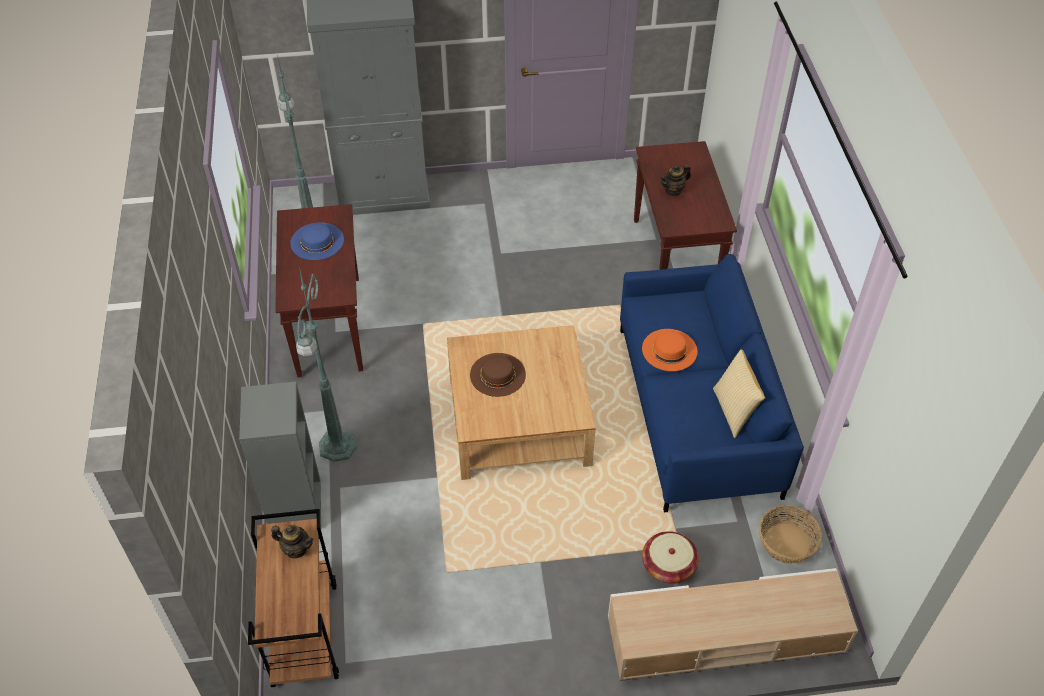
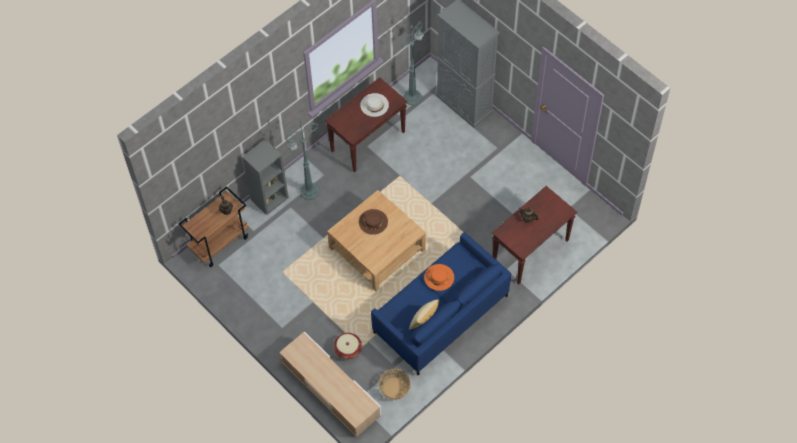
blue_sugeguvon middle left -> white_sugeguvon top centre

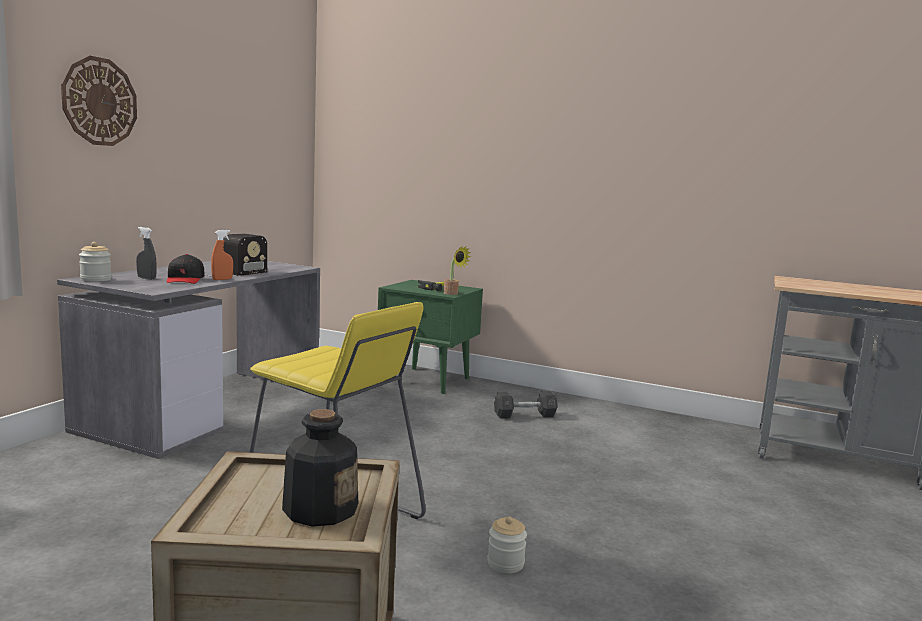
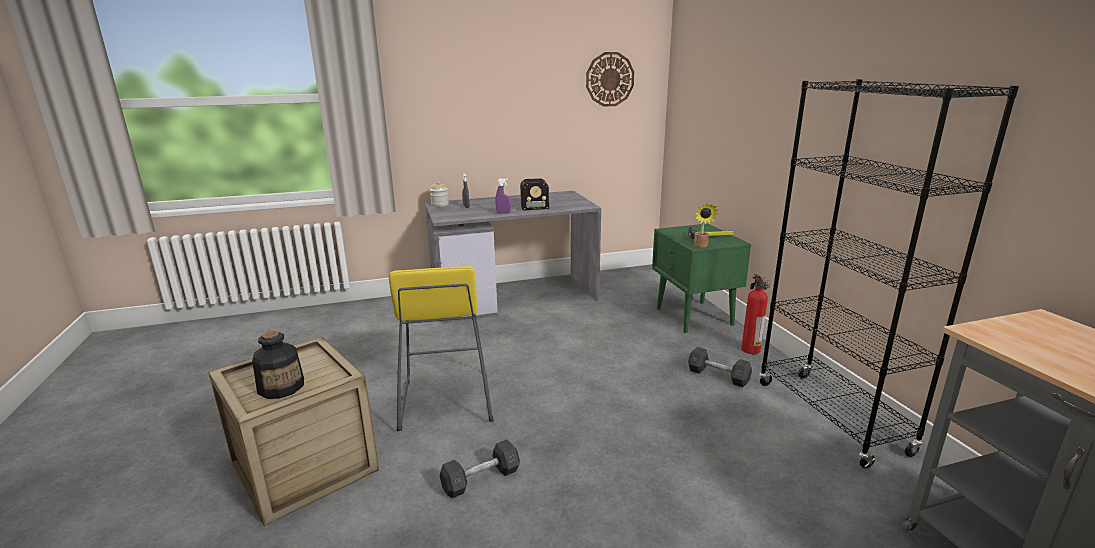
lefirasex top left -> lefirasex top centre, relocated
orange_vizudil middle left -> purple_vizudil centre
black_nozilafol middle left -> none
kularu (no. 2 from left) bottom centre -> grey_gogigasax (no. 1 from left) bottom centre
none -> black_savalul middle right
none -> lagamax middle right

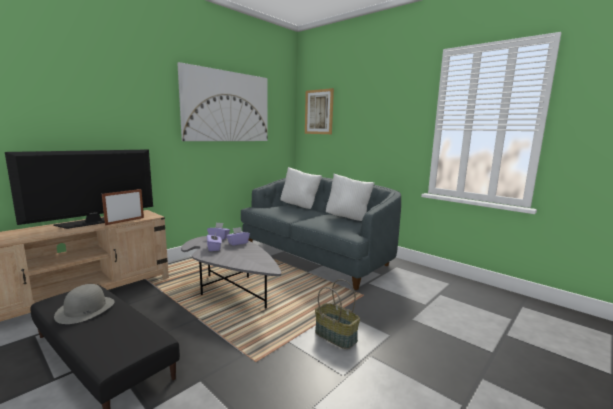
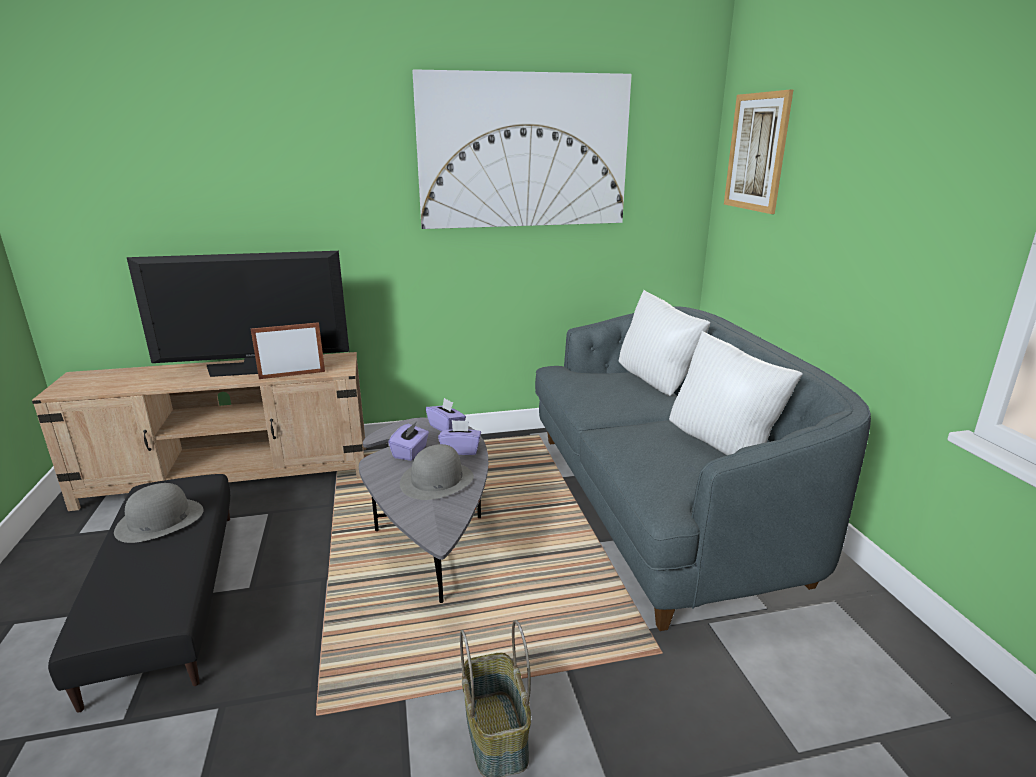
none -> grey_sugeguvon (no. 2 from left) centre

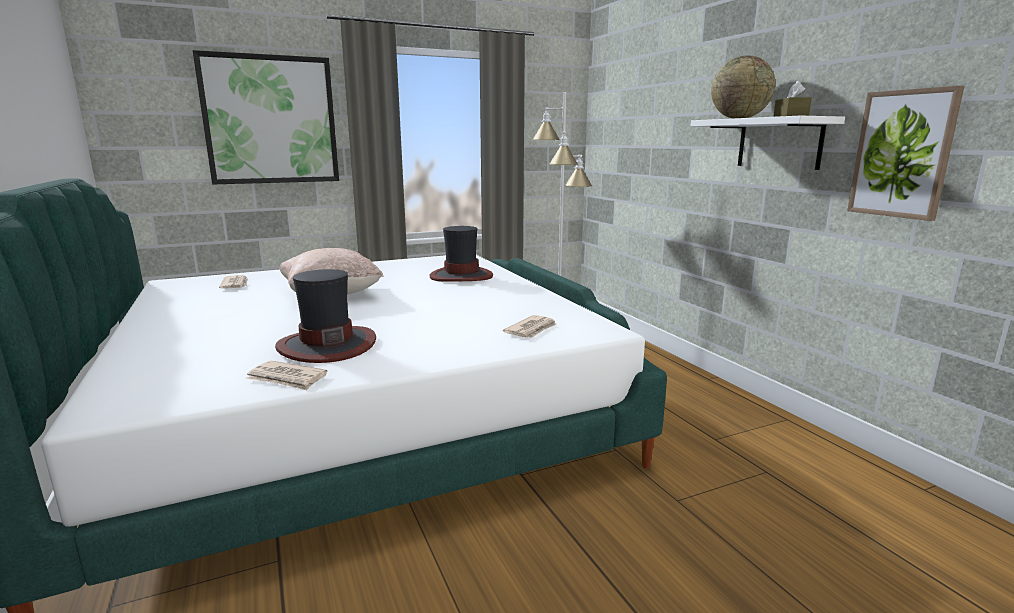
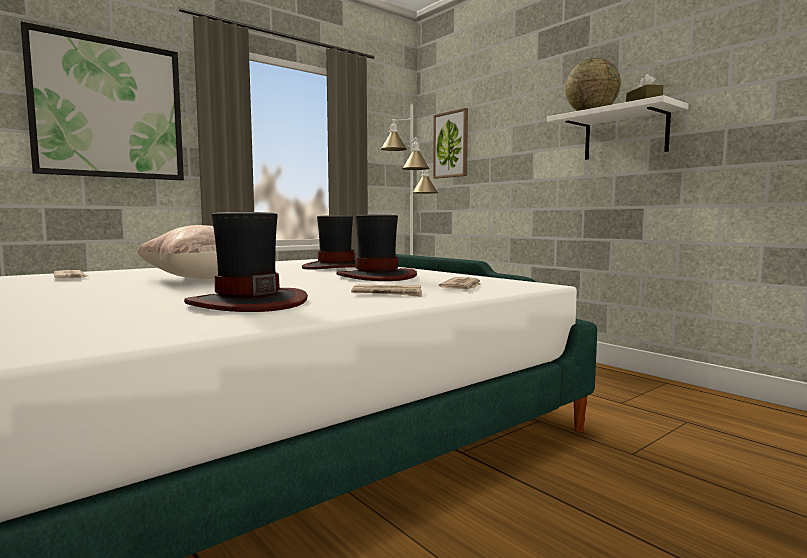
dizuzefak (no. 2 from left) top right -> dizuzefak (no. 2 from left) top centre, relocated
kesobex (no. 2 from left) middle left -> kesobex (no. 2 from left) centre, relocated
none -> sugeguvon (no. 3 from left) centre

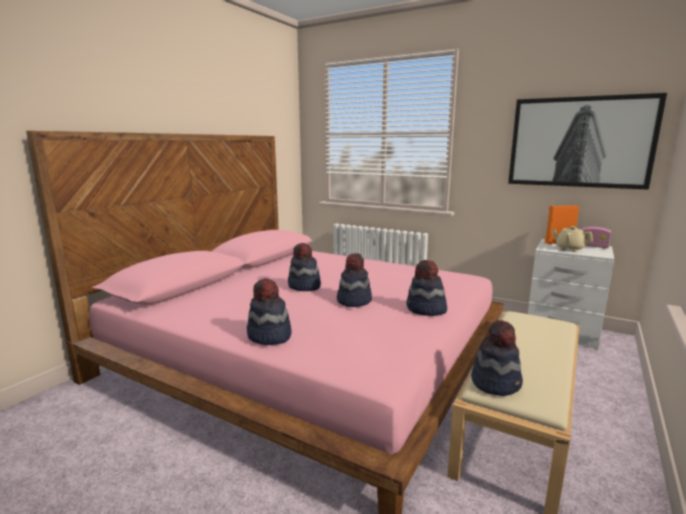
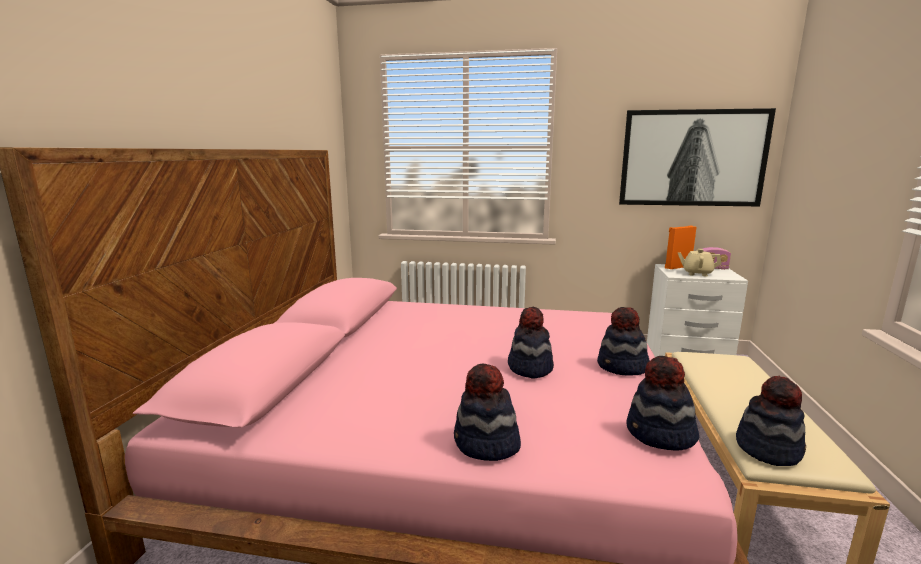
sugeguvon (no. 2 from left in the first image) centre -> sugeguvon (no. 4 from left) bottom right, relocated

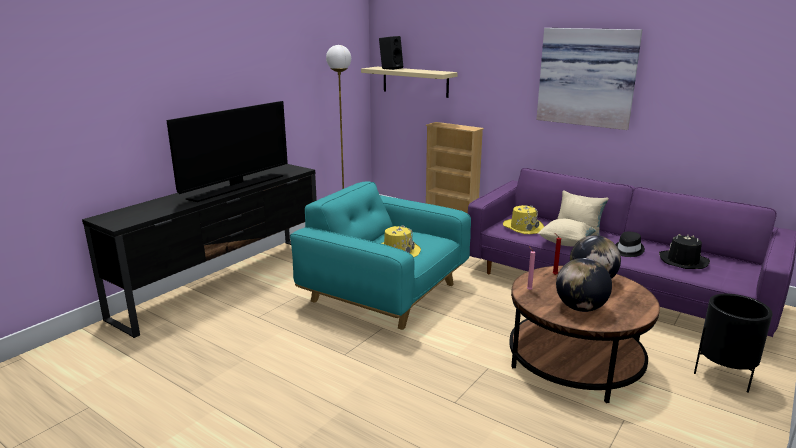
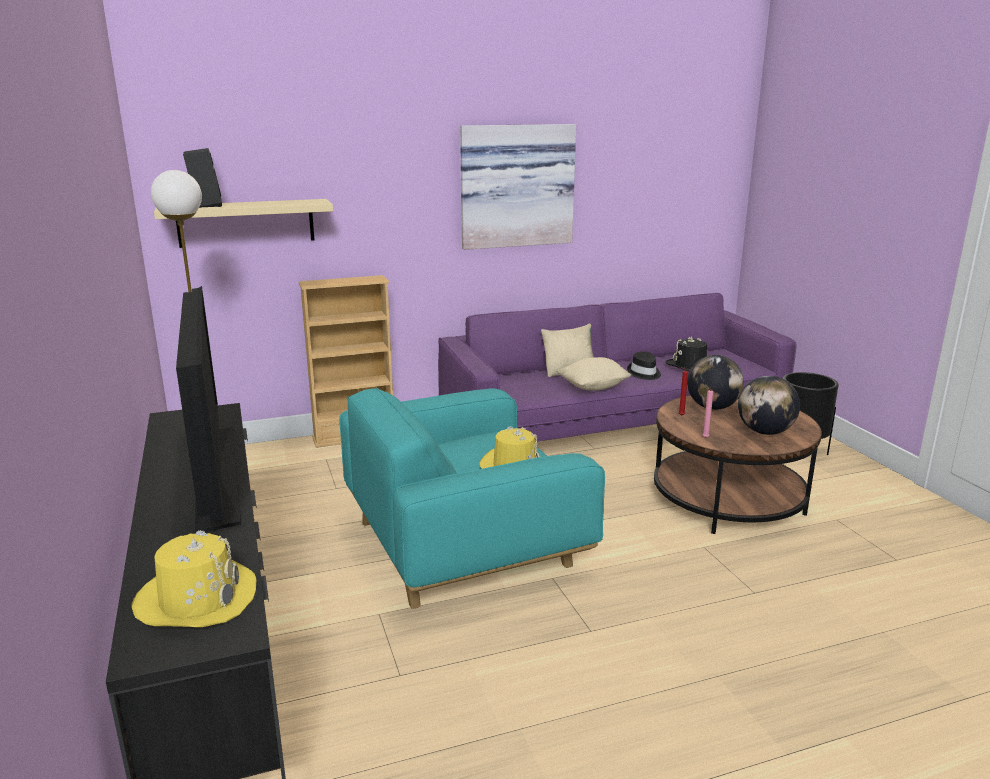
yellow_sugeguvon (no. 2 from left in the first image) centre -> yellow_sugeguvon (no. 1 from left) bottom left, relocated

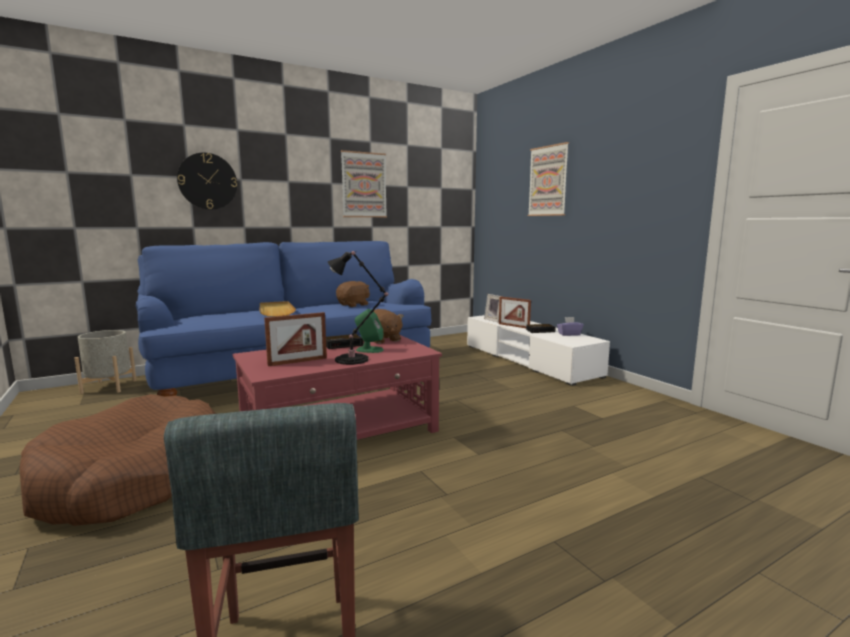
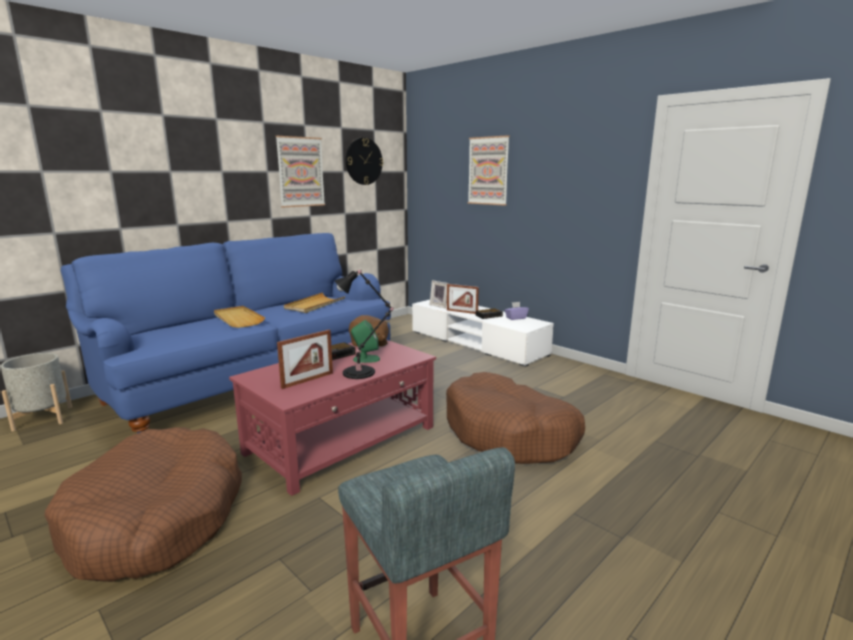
lefirasex top left -> lefirasex top centre, relocated
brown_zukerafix (no. 1 from left) centre -> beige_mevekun (no. 2 from left) centre
none -> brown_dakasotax (no. 2 from left) centre

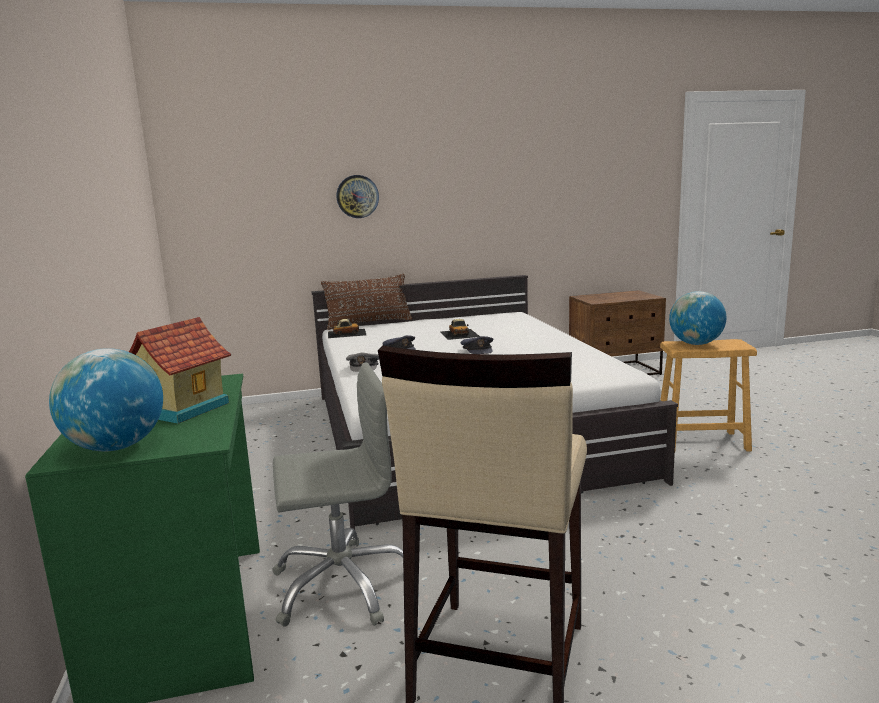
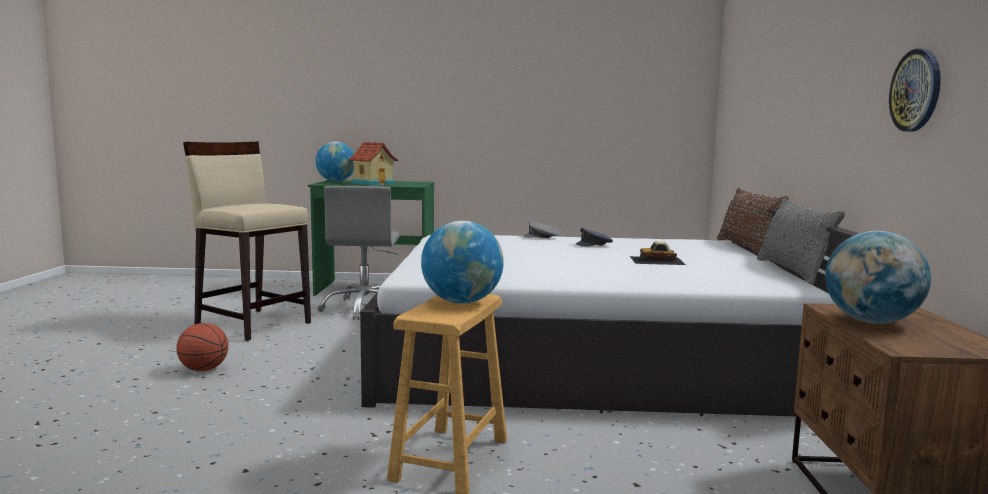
lefirasex top centre -> lefirasex top right, relocated
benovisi (no. 1 from left) centre -> none
grey_nozilafol (no. 3 from left) centre -> none
none -> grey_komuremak middle right
none -> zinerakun (no. 3 from left) middle right
none -> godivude bottom left

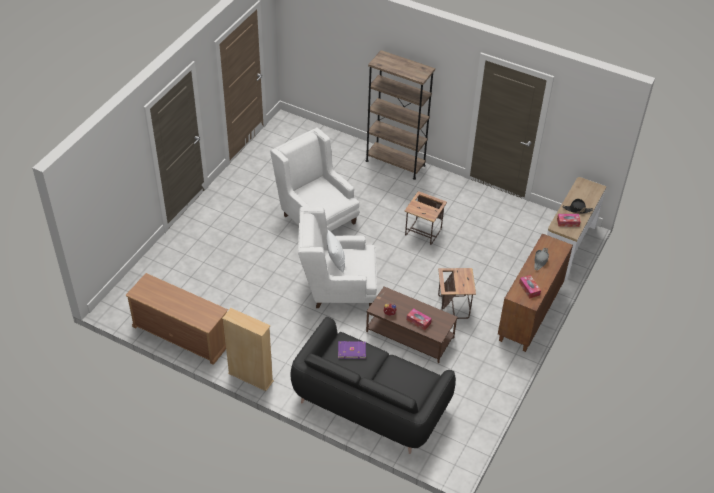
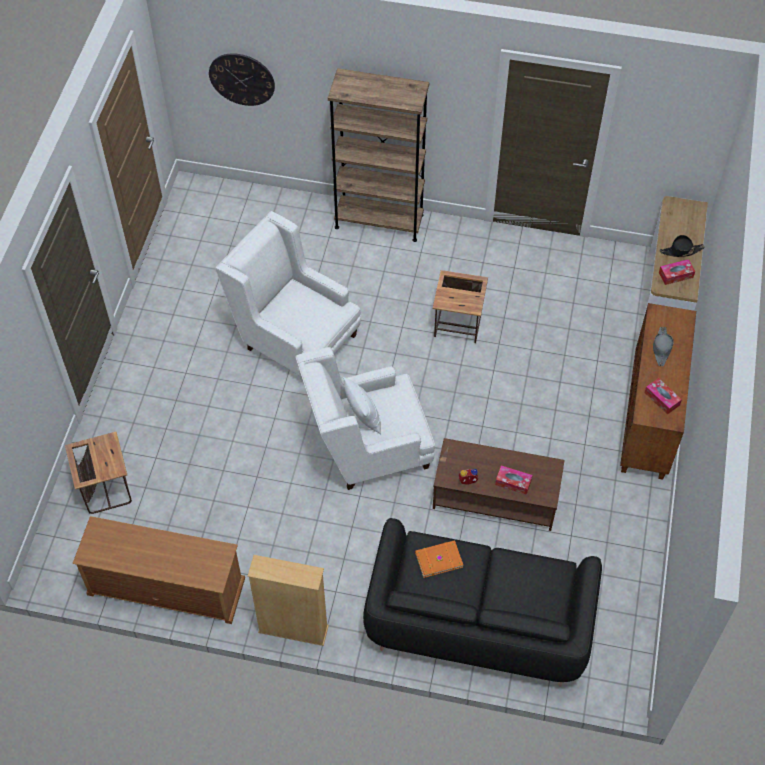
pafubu (no. 2 from left in the first image) centre -> pafubu (no. 1 from left) middle left, relocated
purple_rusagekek bottom centre -> orange_rusagekek bottom centre
none -> lefirasex top left

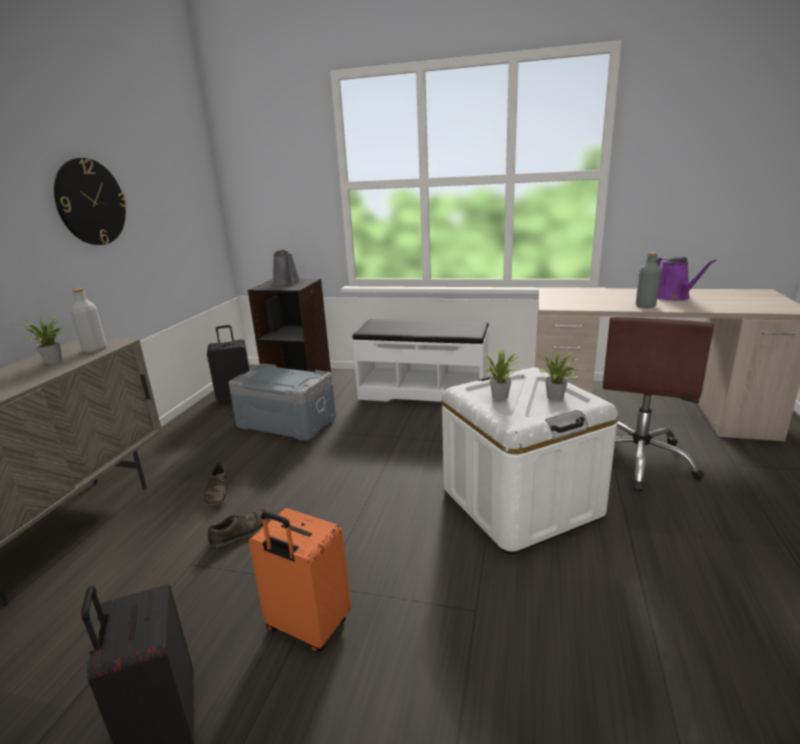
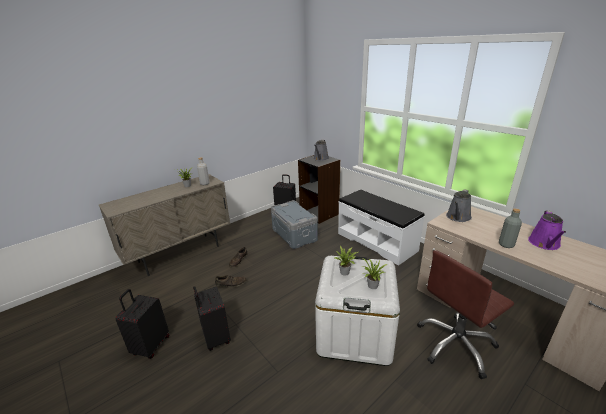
lefirasex top left -> none
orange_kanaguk bottom centre -> black_kanaguk (no. 2 from left) bottom centre
none -> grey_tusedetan (no. 2 from left) middle right

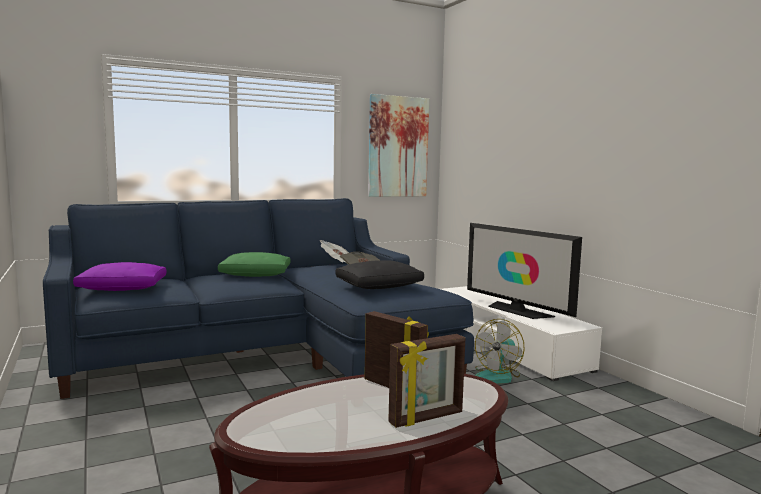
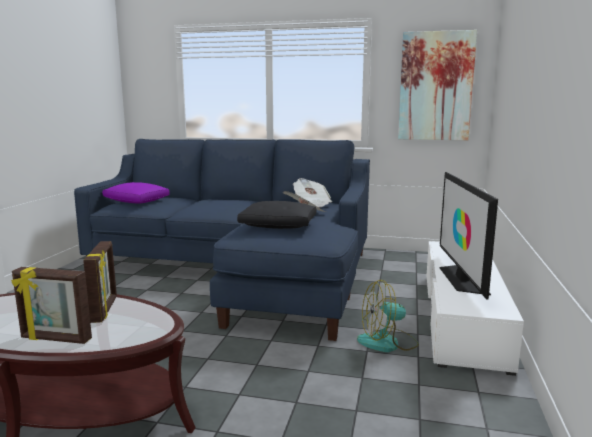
green_komuremak centre -> none

